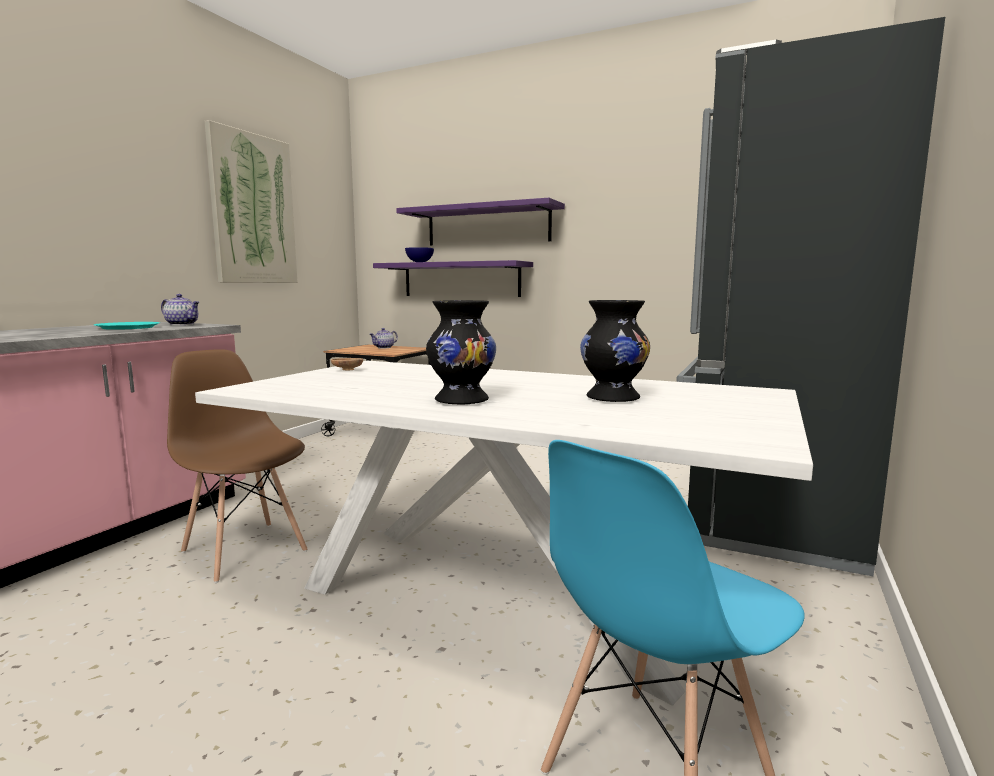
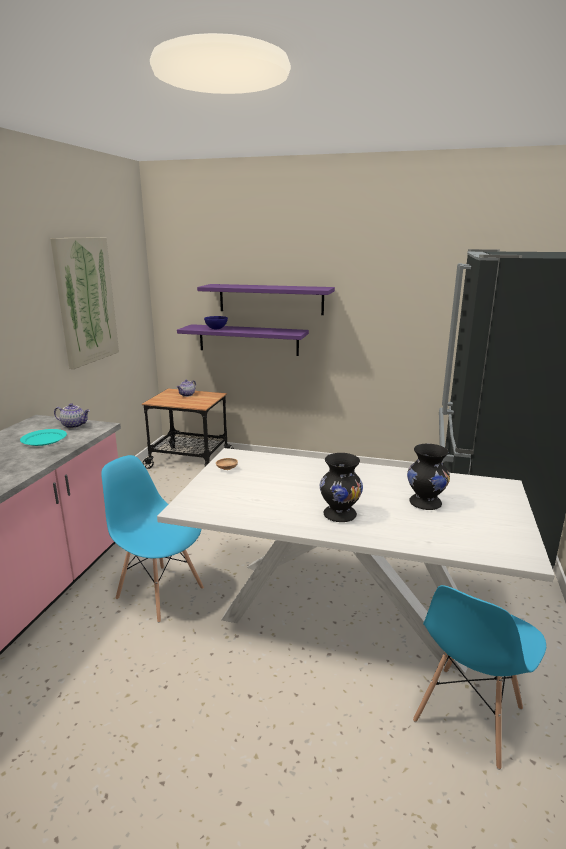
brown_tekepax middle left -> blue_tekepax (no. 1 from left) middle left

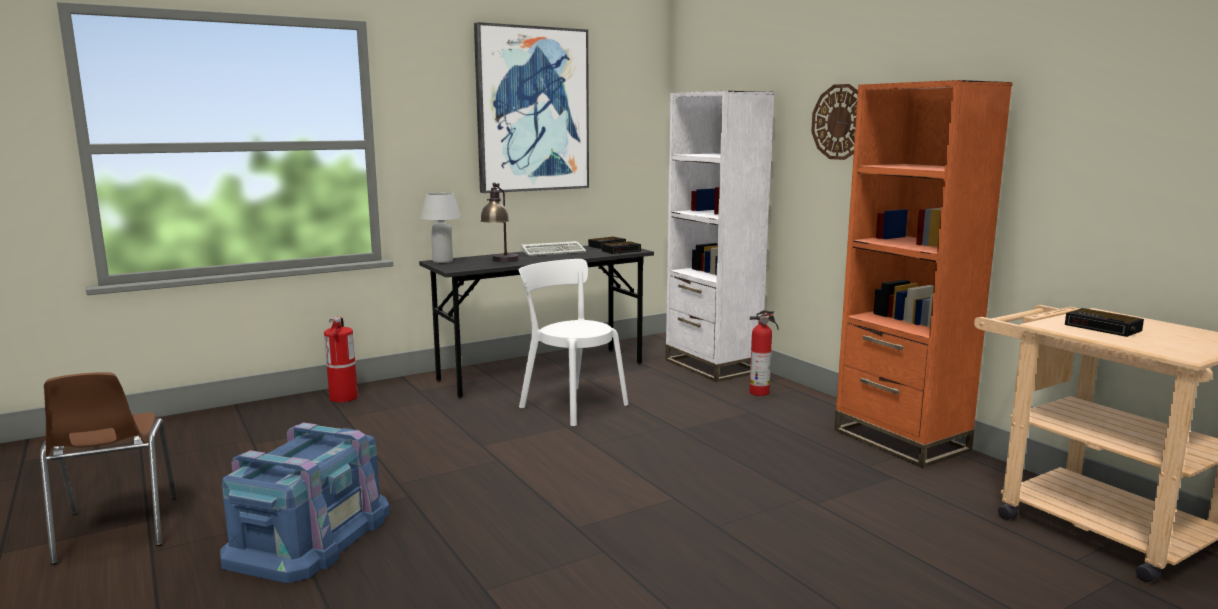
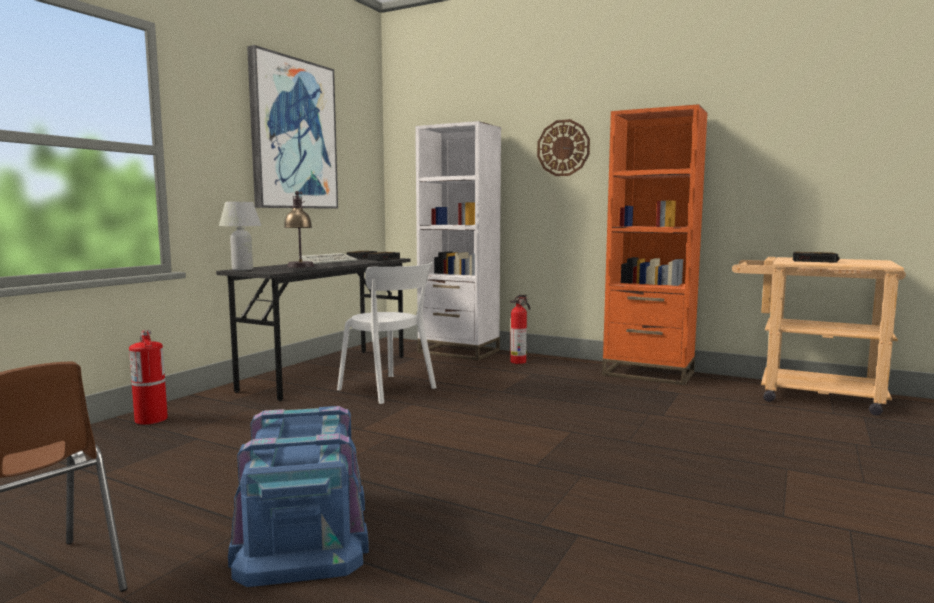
white_tekepax centre, 150 degrees counterclockwise

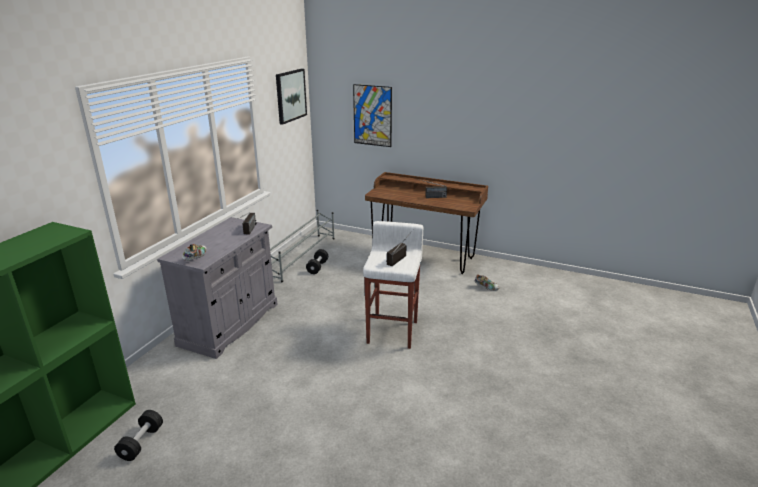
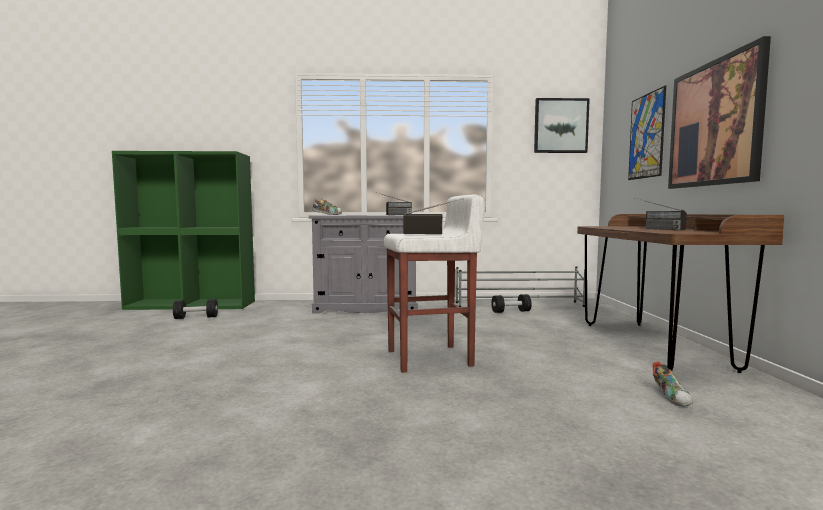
none -> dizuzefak (no. 3 from left) top right

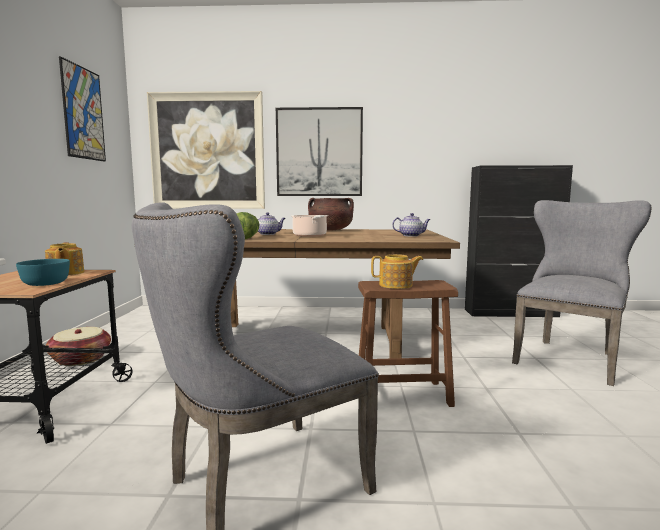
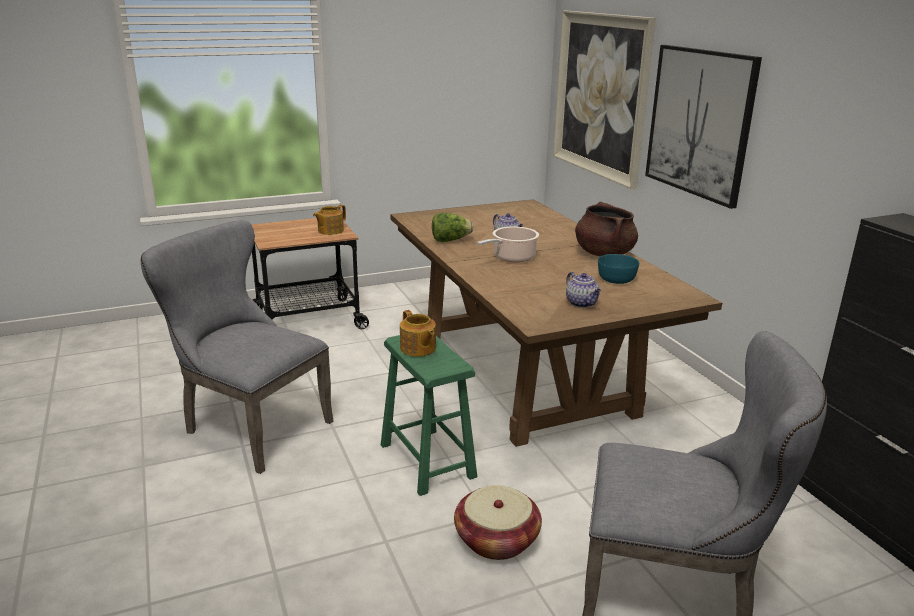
dizuzefak (no. 1 from left) top left -> none
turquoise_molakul middle left -> turquoise_molakul middle right, relocated
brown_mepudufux centre -> green_mepudufux bottom centre
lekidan middle left -> lekidan bottom centre, relocated

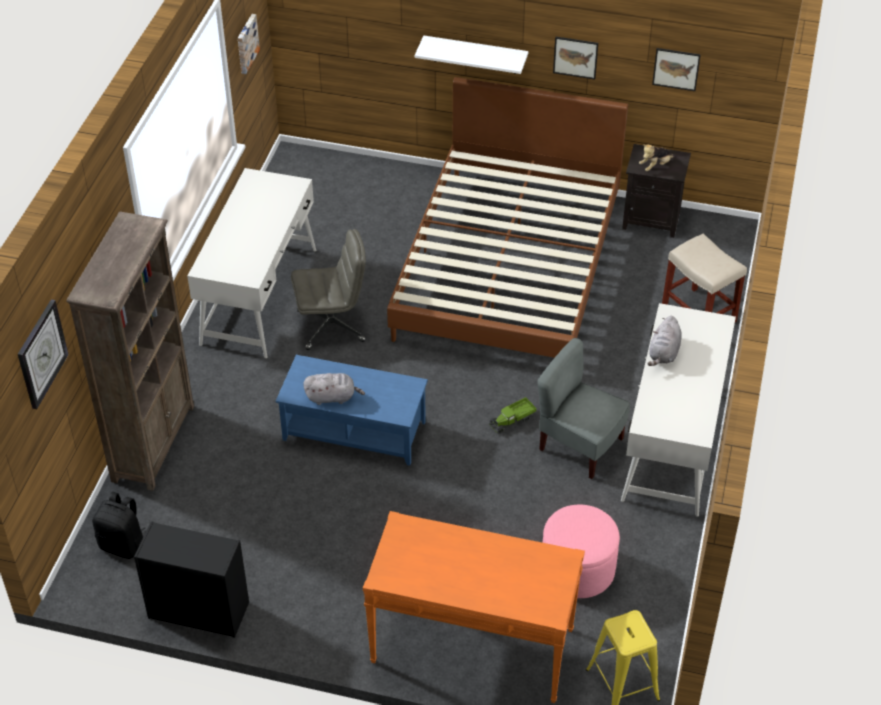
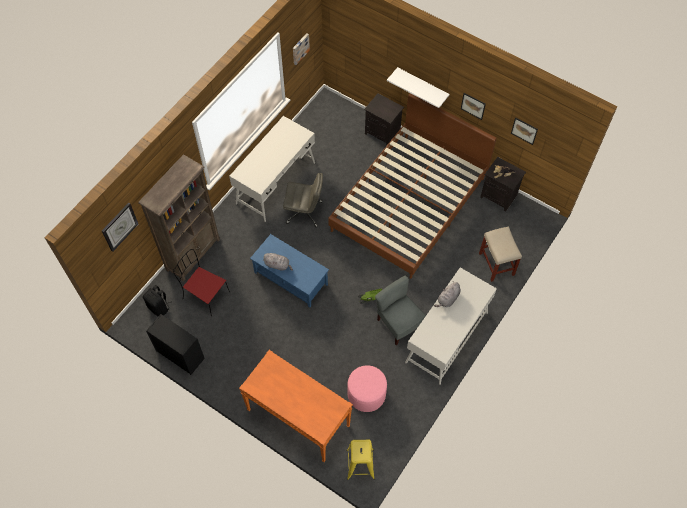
none -> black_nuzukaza (no. 1 from left) top centre
none -> red_tekepax middle left

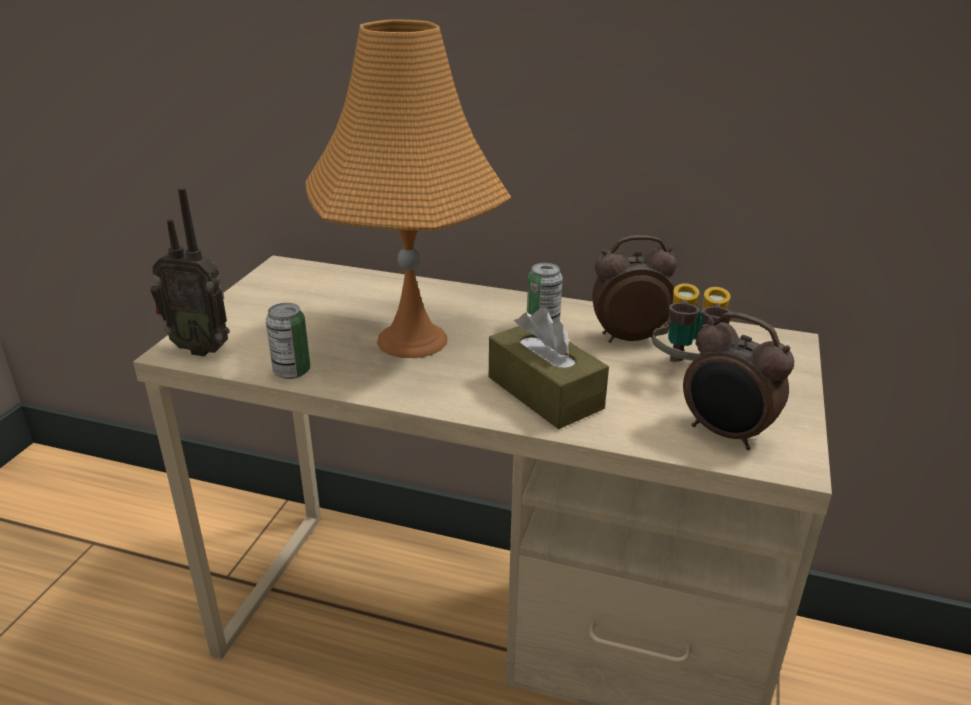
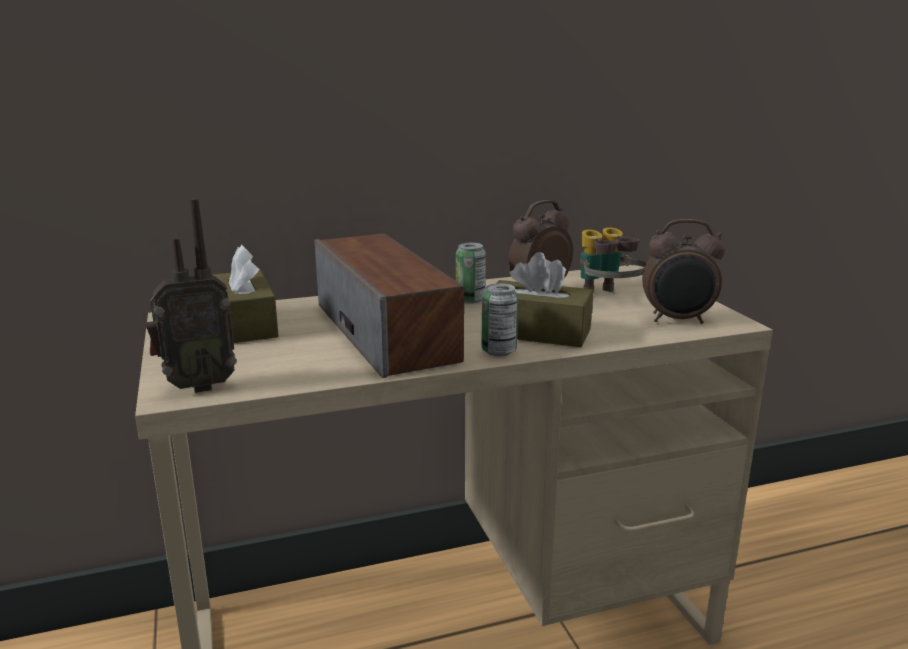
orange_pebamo top centre -> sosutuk centre
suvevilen (no. 1 from left in the first image) middle left -> suvevilen (no. 2 from left) centre, relocated
none -> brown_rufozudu (no. 1 from left) middle left

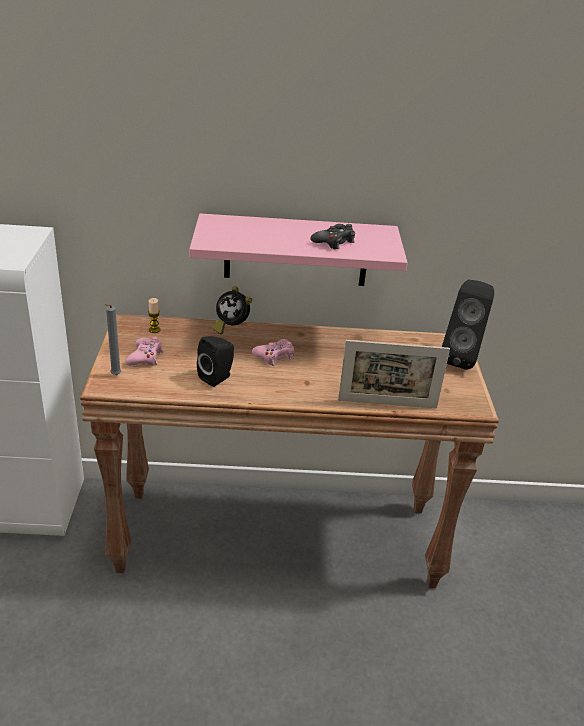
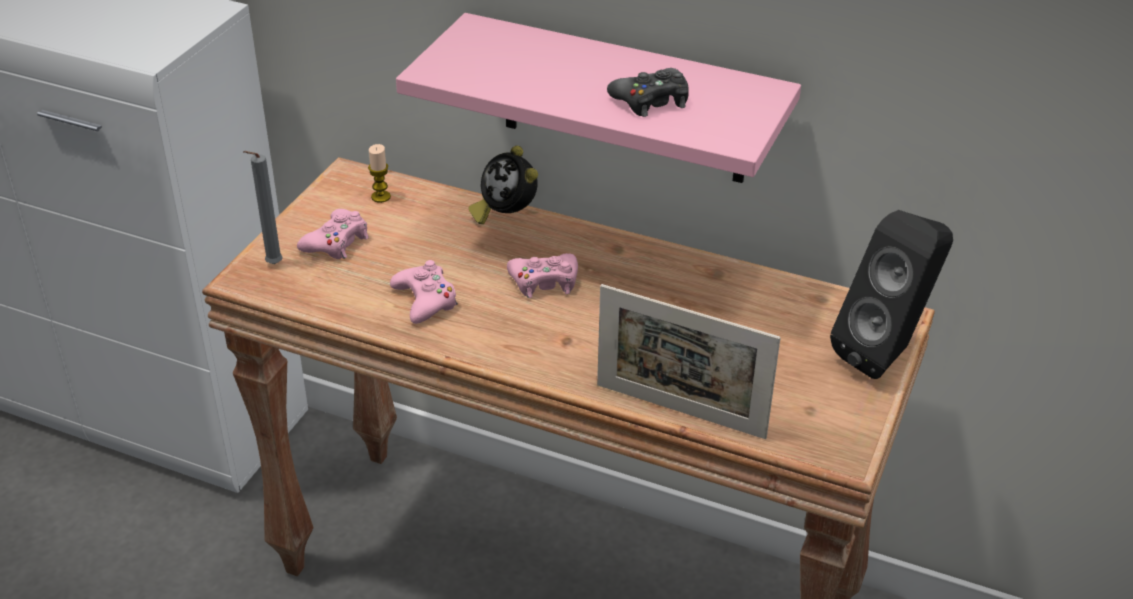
black_sosutuk (no. 1 from left) centre -> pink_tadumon (no. 2 from left) centre

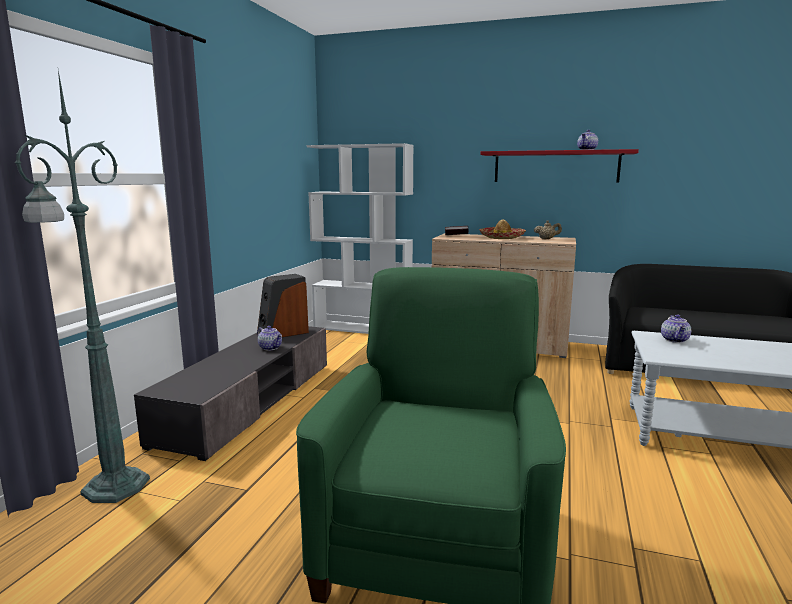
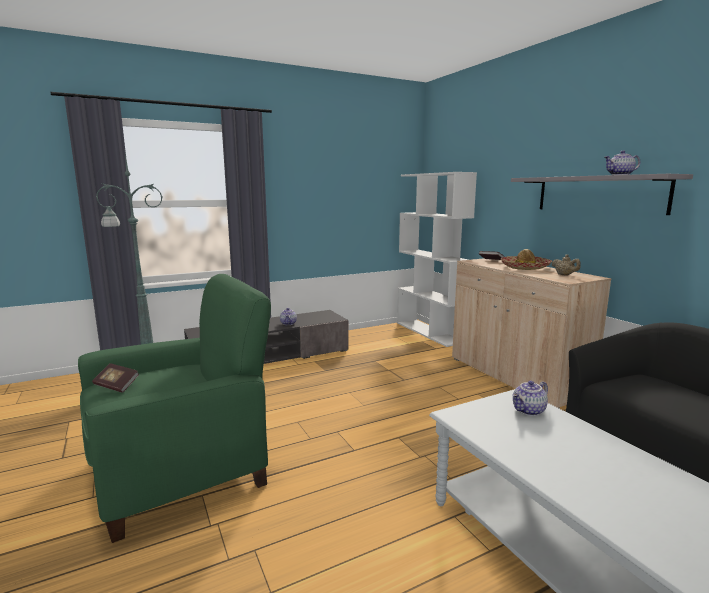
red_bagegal top right -> grey_bagegal top right
sosutuk centre -> none
none -> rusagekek (no. 1 from left) middle left

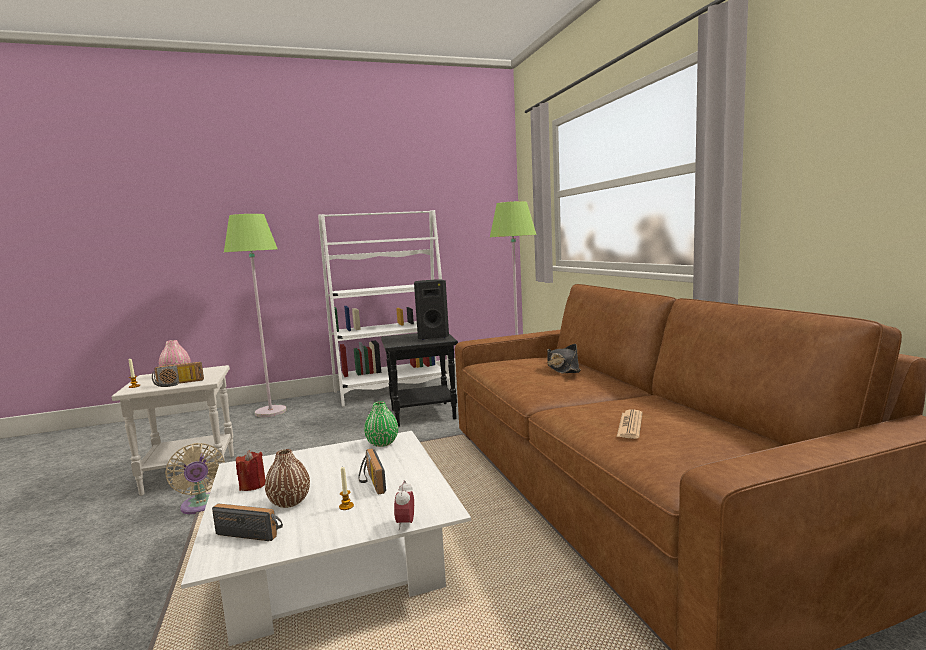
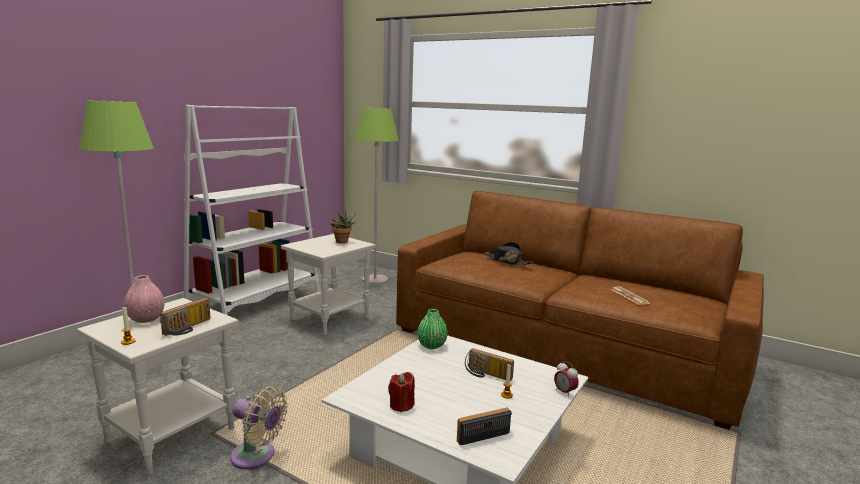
black_sosutuk centre -> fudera centre
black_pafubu centre -> white_pafubu (no. 2 from left) centre
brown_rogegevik bottom left -> none

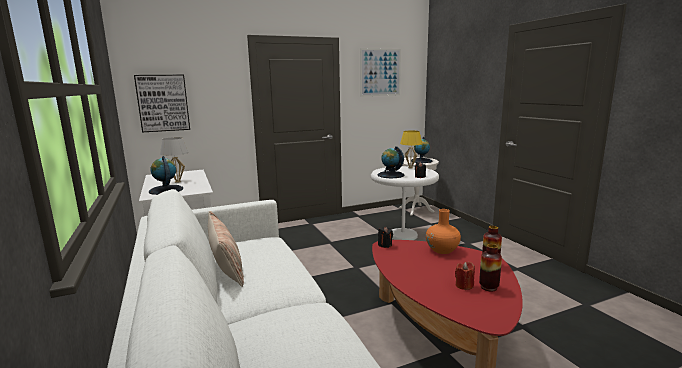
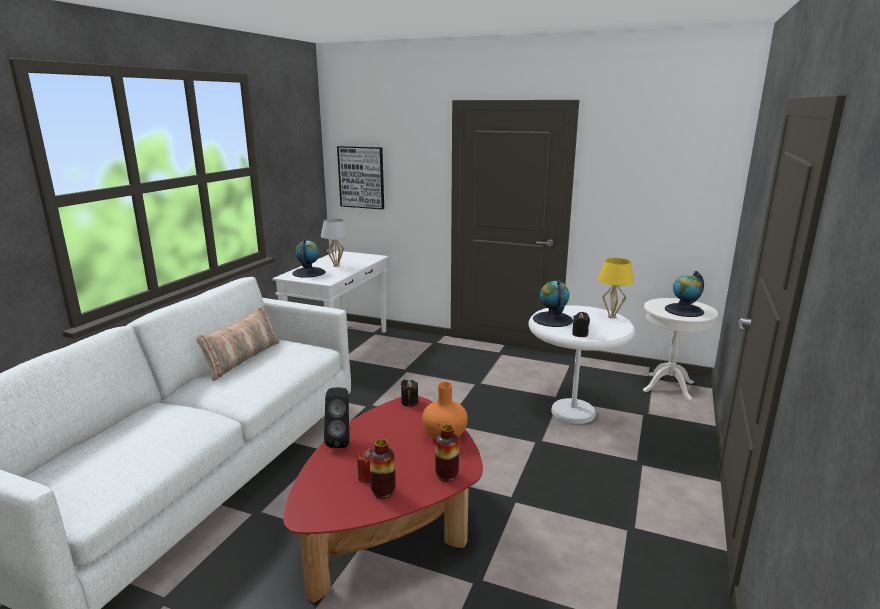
dizuzefak (no. 2 from left) top centre -> none
none -> black_sosutuk bottom centre

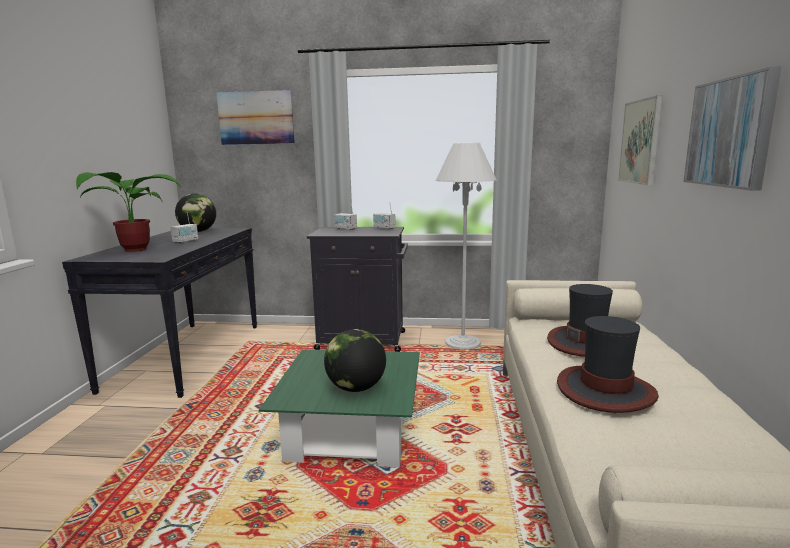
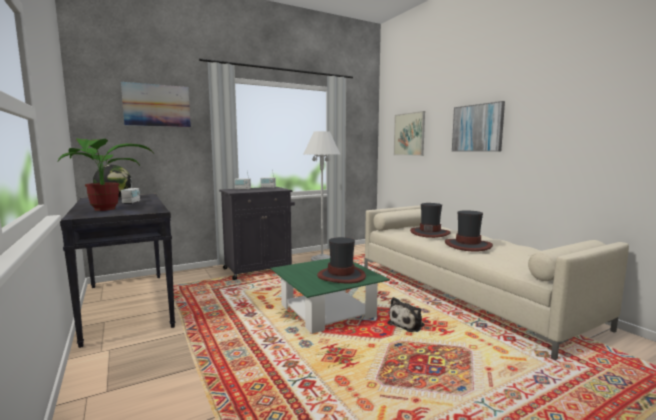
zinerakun (no. 2 from left) centre -> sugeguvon (no. 1 from left) centre
none -> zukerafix bottom centre

